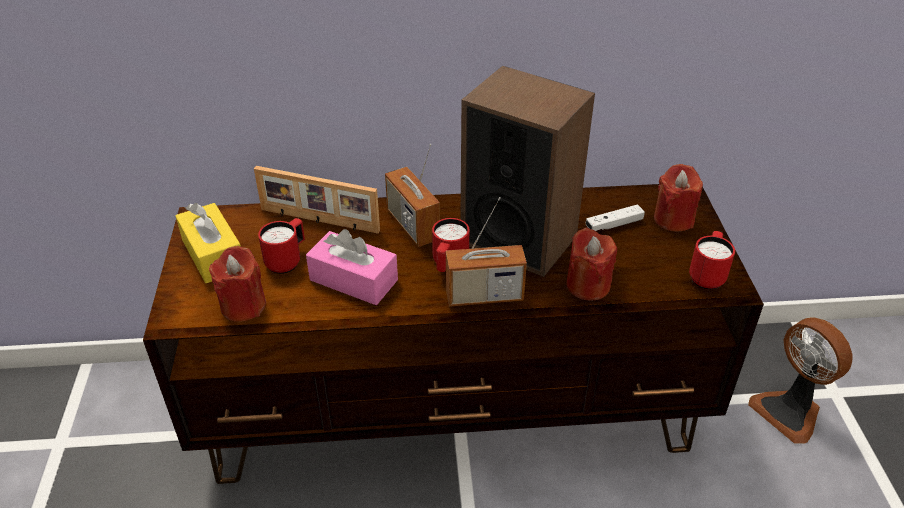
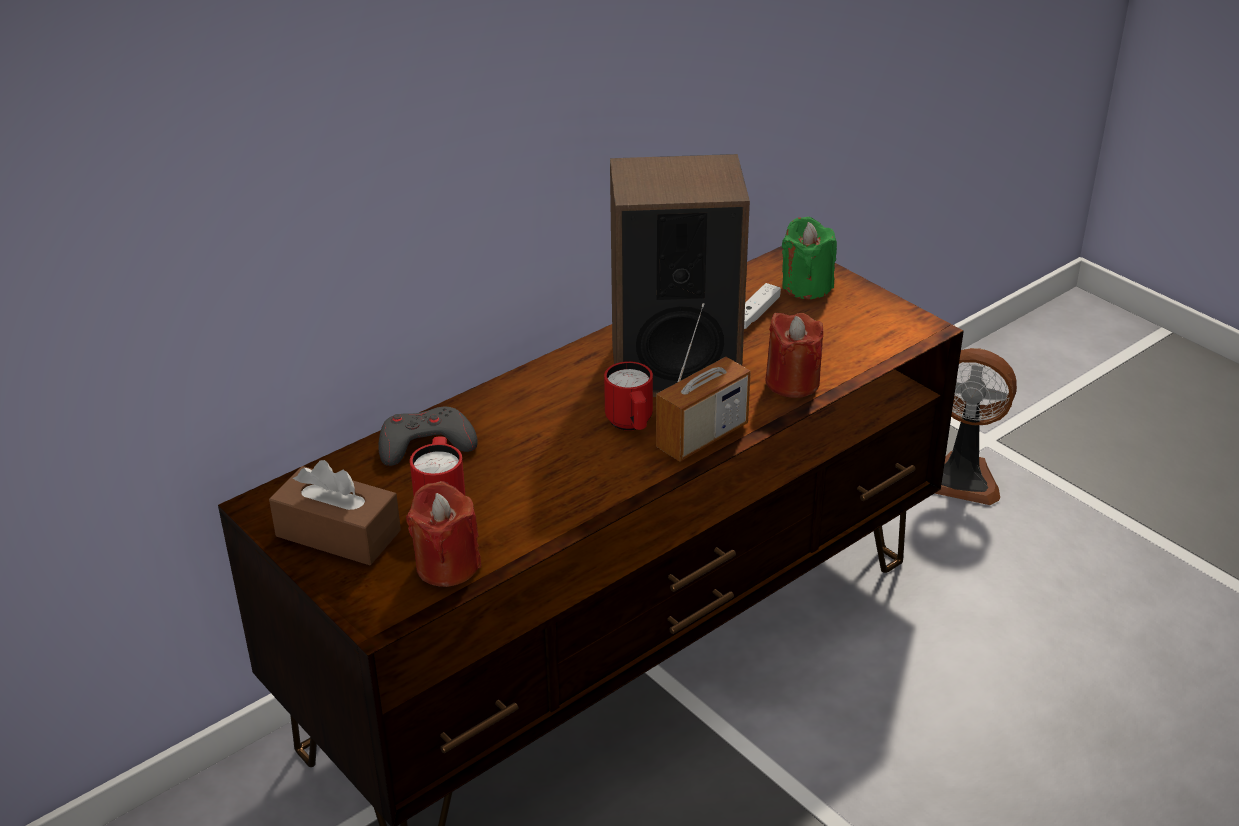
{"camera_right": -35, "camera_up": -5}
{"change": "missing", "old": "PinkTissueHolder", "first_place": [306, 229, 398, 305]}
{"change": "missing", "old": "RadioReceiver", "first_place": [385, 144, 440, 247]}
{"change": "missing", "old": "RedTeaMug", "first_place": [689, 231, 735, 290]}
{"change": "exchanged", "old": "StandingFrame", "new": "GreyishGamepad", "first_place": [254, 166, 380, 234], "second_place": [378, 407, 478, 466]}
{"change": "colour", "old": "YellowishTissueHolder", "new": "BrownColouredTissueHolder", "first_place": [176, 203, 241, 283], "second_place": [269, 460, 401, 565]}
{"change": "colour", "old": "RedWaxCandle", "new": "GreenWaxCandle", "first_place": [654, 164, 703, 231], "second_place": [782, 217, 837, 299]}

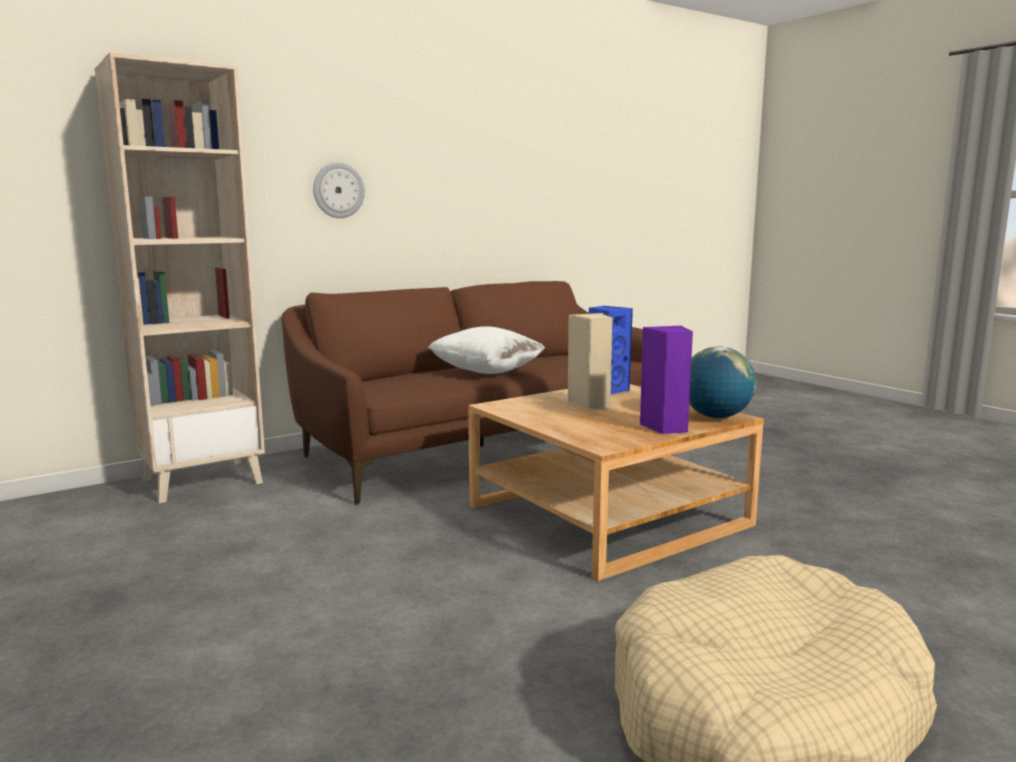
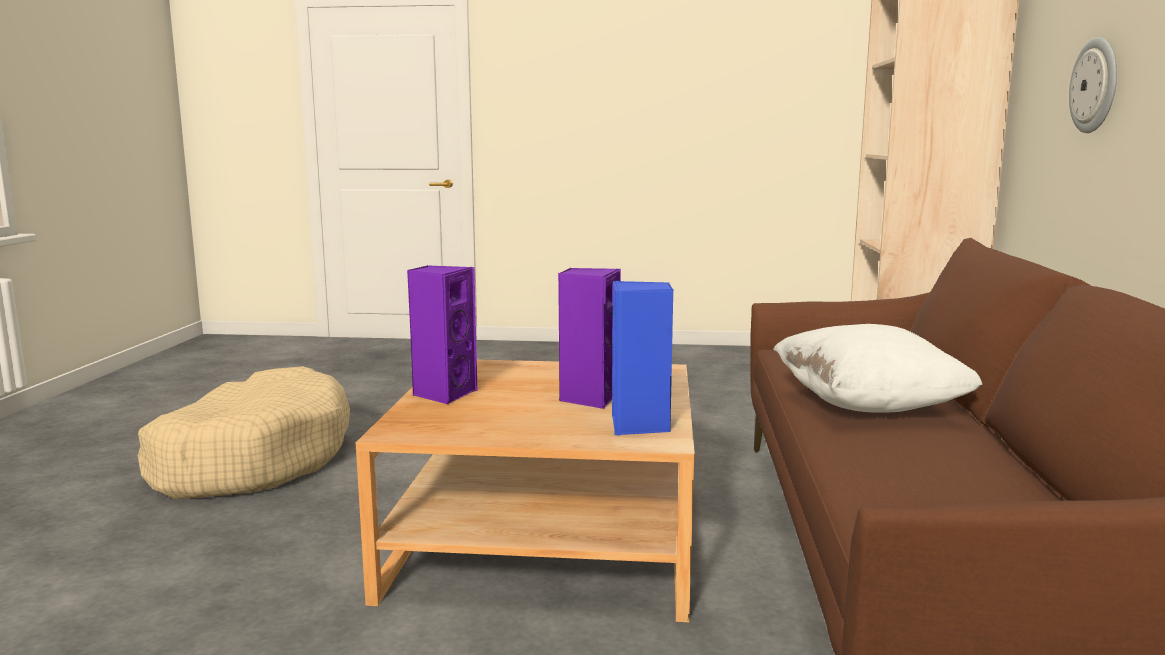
{"camera_right": 130, "camera_up": 0}
{"change": "missing", "old": "Globe", "first_place": [689, 346, 756, 419]}
{"change": "colour", "old": "BeigeColouredSpeaker", "new": "PurpleSpeaker", "first_place": [568, 313, 613, 410], "second_place": [558, 268, 621, 409]}

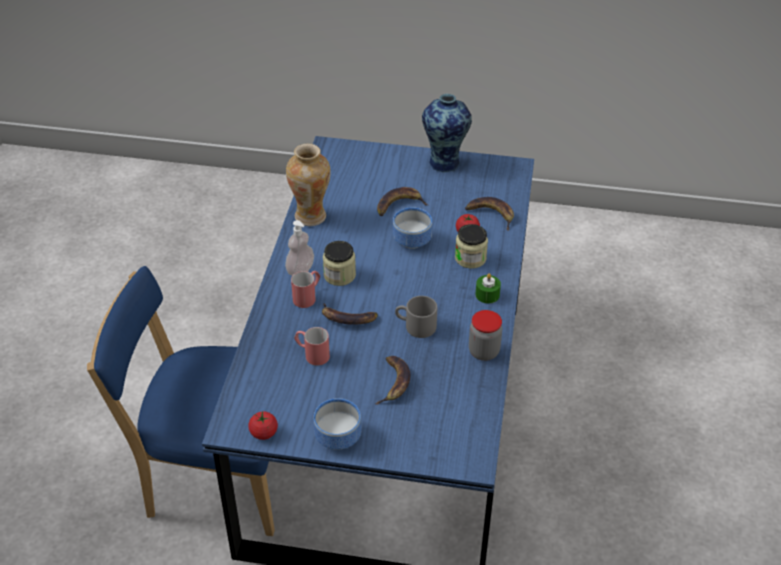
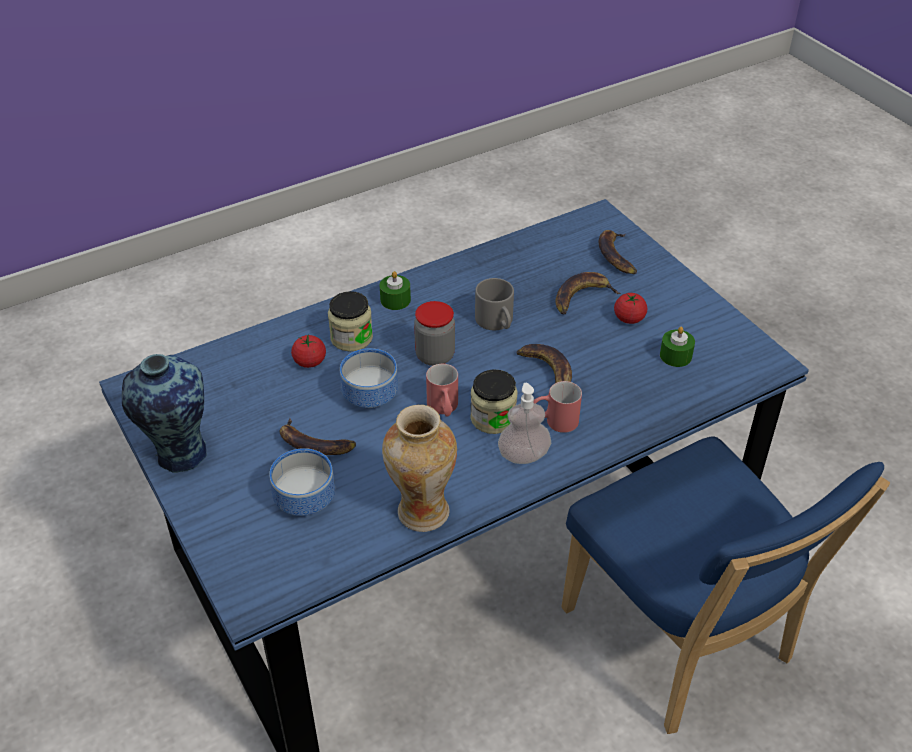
{"camera_right": -130, "camera_up": 0}
{"change": "appeared", "new": "GreenWaxCandle", "second_place": [660, 327, 695, 367]}
{"change": "relocated", "old": "Tomato", "first_place": [248, 411, 278, 440], "second_place": [614, 293, 647, 324]}
{"change": "relocated", "old": "RedTeaMug", "first_place": [294, 327, 330, 366], "second_place": [426, 364, 458, 417]}
{"change": "relocated", "old": "DeepDish", "first_place": [314, 398, 362, 450], "second_place": [269, 448, 335, 516]}
{"change": "relocated", "old": "BananaFruit", "first_place": [465, 197, 514, 231], "second_place": [599, 230, 637, 274]}
{"change": "relocated", "old": "StorageJar", "first_place": [469, 310, 502, 361], "second_place": [414, 301, 455, 366]}

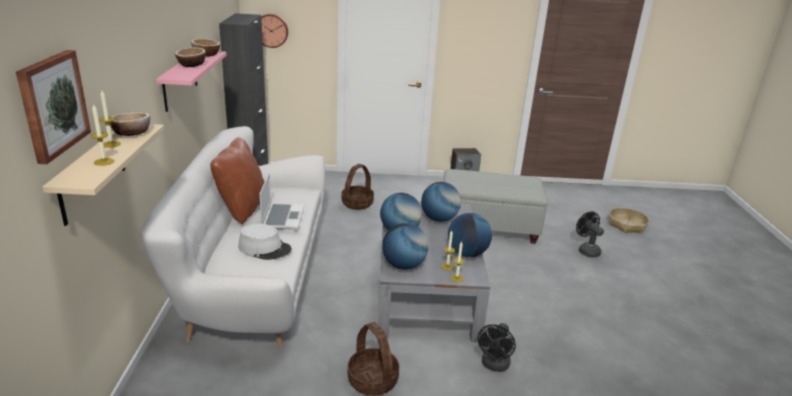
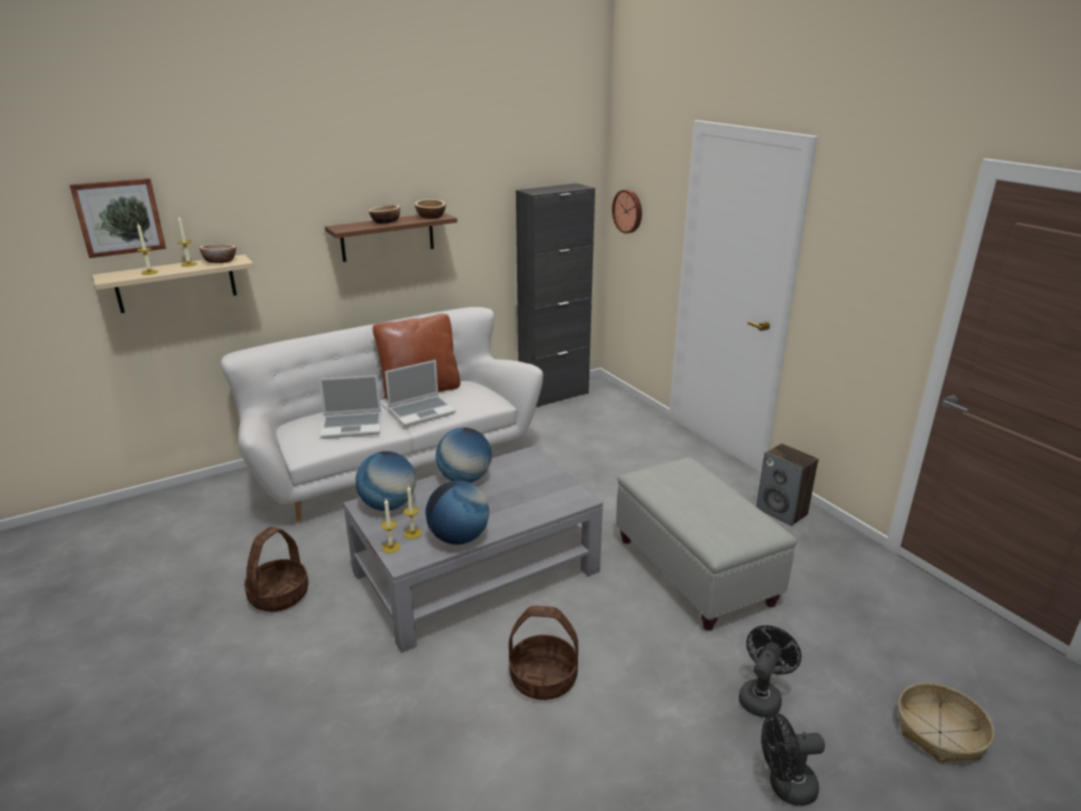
{"camera_right": 60, "camera_up": 0}
{"change": "missing", "old": "Globe", "first_place": [421, 182, 461, 222]}
{"change": "relocated", "old": "Basket", "first_place": [342, 164, 374, 210], "second_place": [509, 606, 578, 700]}
{"change": "relocated", "old": "BlackFan", "first_place": [477, 323, 516, 372], "second_place": [761, 712, 825, 806]}
{"change": "exchanged", "old": "GreyishHat", "new": "NotebookComputer", "first_place": [238, 223, 291, 260], "second_place": [319, 375, 381, 439]}
{"change": "colour", "old": "PinkWallShelf", "new": "BrownColouredWallShelf", "first_place": [156, 51, 227, 112], "second_place": [325, 213, 457, 262]}

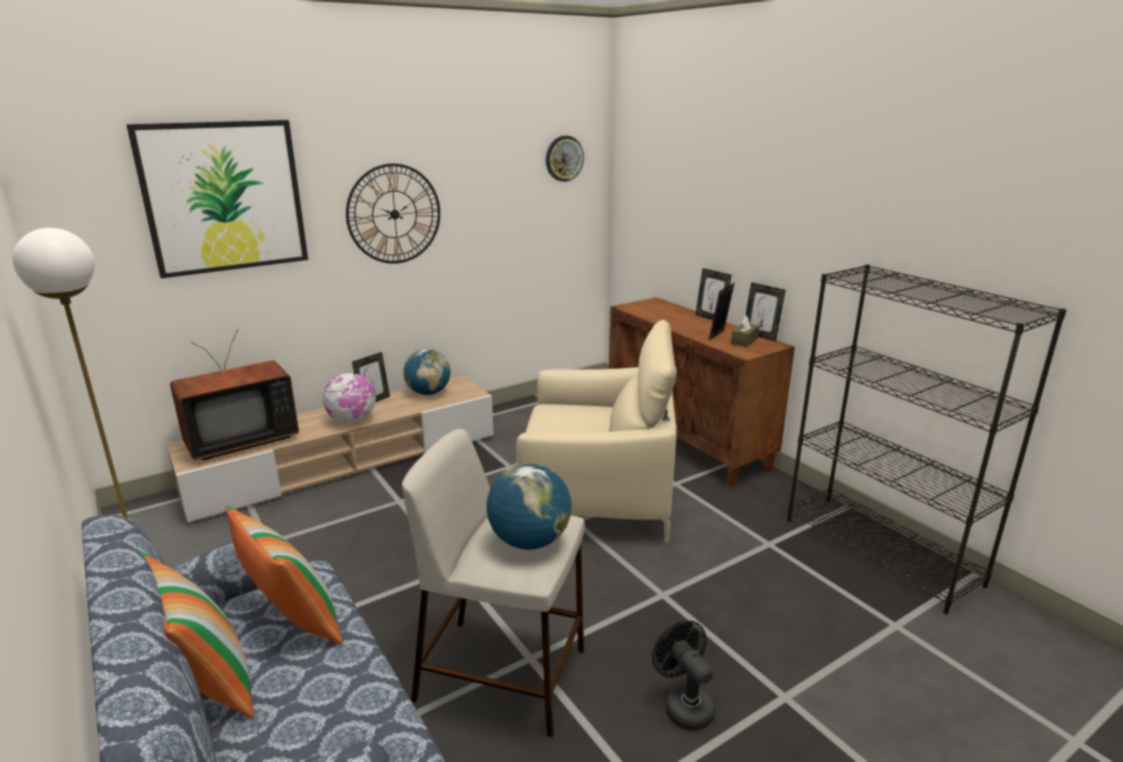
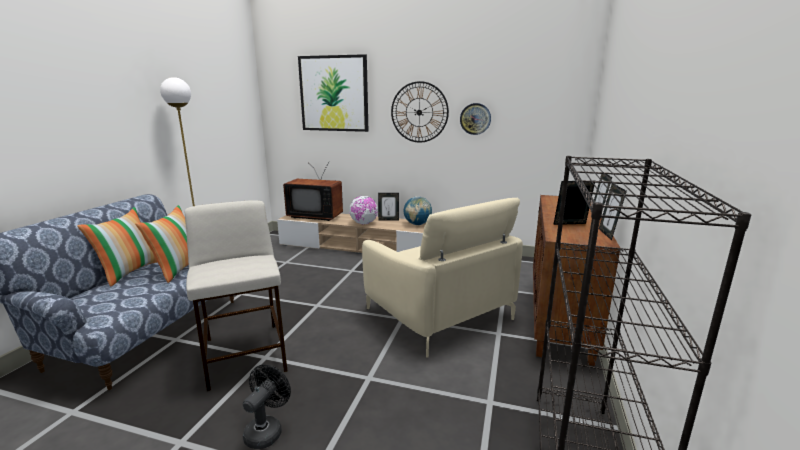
{"camera_right": 50, "camera_up": -5}
{"change": "missing", "old": "Globe", "first_place": [486, 463, 572, 550]}
{"change": "missing", "old": "BrownColouredTissueHolder", "first_place": [731, 315, 759, 347]}
{"change": "relocated", "old": "HangingClock", "first_place": [546, 136, 584, 182], "second_place": [460, 103, 491, 135]}

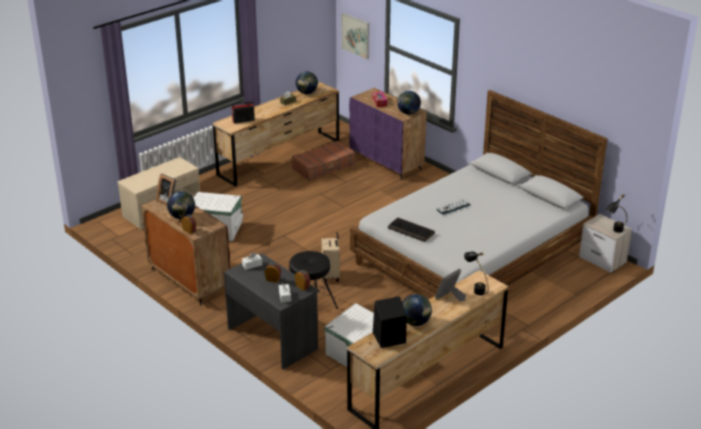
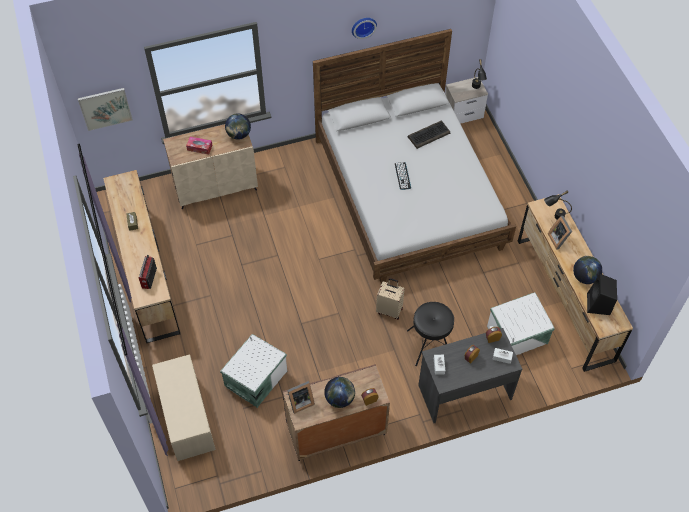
{"camera_right": -65, "camera_up": 25}
{"change": "missing", "old": "BrownColouredTravelCase", "first_place": [292, 141, 355, 181]}
{"change": "missing", "old": "Globe", "first_place": [296, 71, 318, 94]}
{"change": "appeared", "new": "HangingClock", "second_place": [352, 18, 377, 39]}
{"change": "relocated", "old": "ComputerKeyboard", "first_place": [388, 218, 435, 242], "second_place": [408, 121, 450, 149]}
{"change": "colour", "old": "PurpleCabinet", "new": "BeigeColouredCabinet", "first_place": [349, 88, 427, 180], "second_place": [163, 124, 258, 209]}

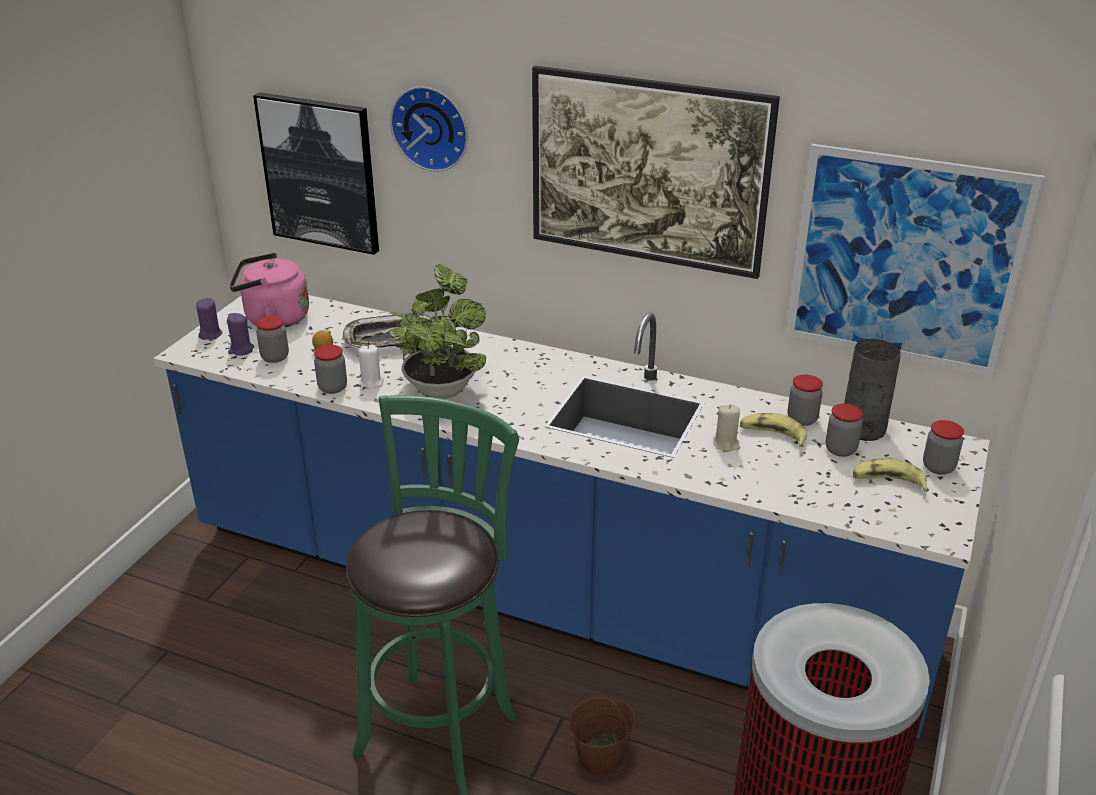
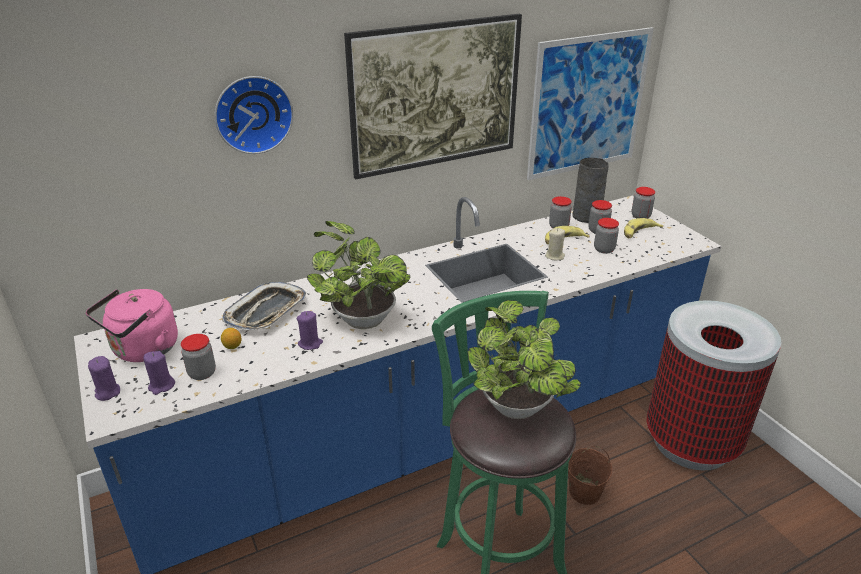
{"camera_right": -50, "camera_up": 0}
{"change": "missing", "old": "WallArt", "first_place": [253, 92, 379, 255]}
{"change": "appeared", "new": "PlantInAPot", "second_place": [468, 300, 581, 419]}
{"change": "relocated", "old": "StorageJar", "first_place": [314, 345, 347, 394], "second_place": [594, 218, 619, 254]}
{"change": "colour", "old": "WhitishWaxCandle", "new": "PurpleWaxCandle", "first_place": [358, 345, 384, 389], "second_place": [297, 311, 323, 350]}

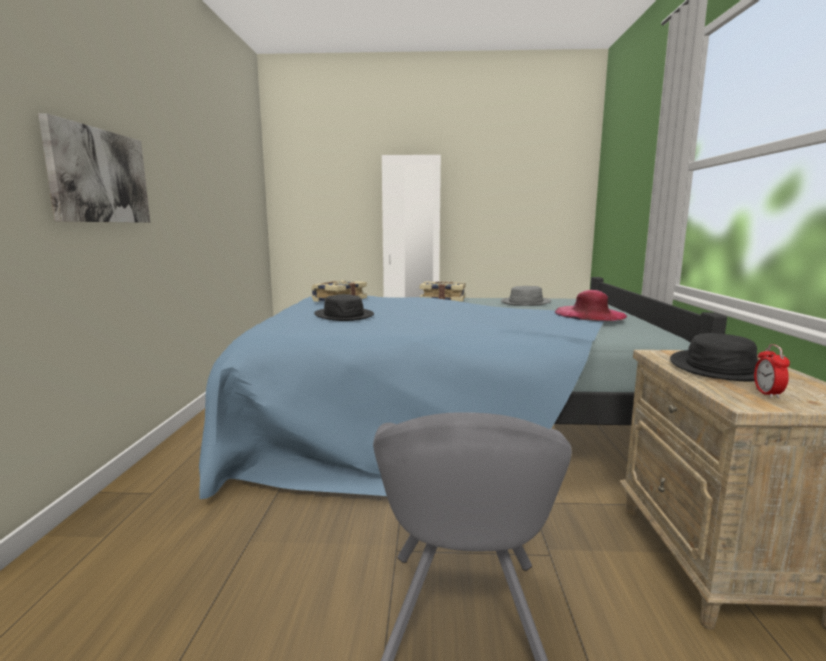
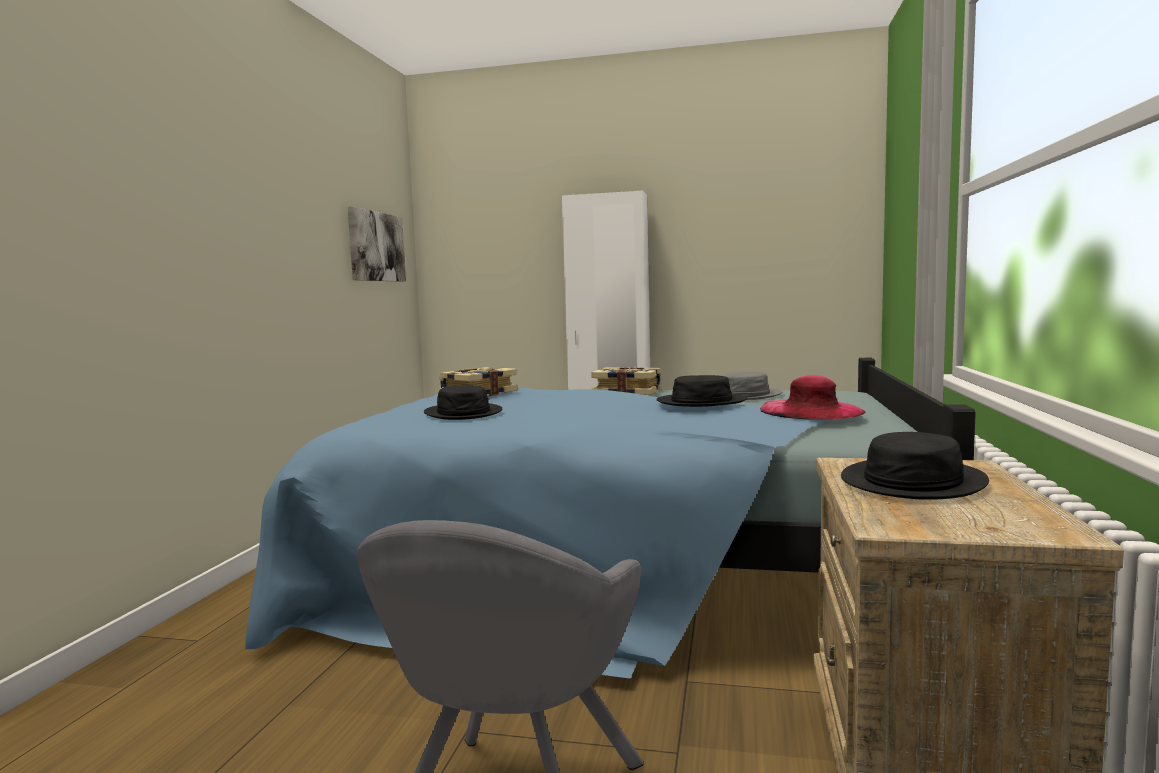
{"camera_right": 10, "camera_up": -5}
{"change": "missing", "old": "BedsideClock", "first_place": [754, 344, 790, 398]}
{"change": "appeared", "new": "BlackHat", "second_place": [657, 375, 747, 407]}
{"change": "relocated", "old": "WallArt", "first_place": [38, 113, 150, 223], "second_place": [348, 207, 406, 282]}

